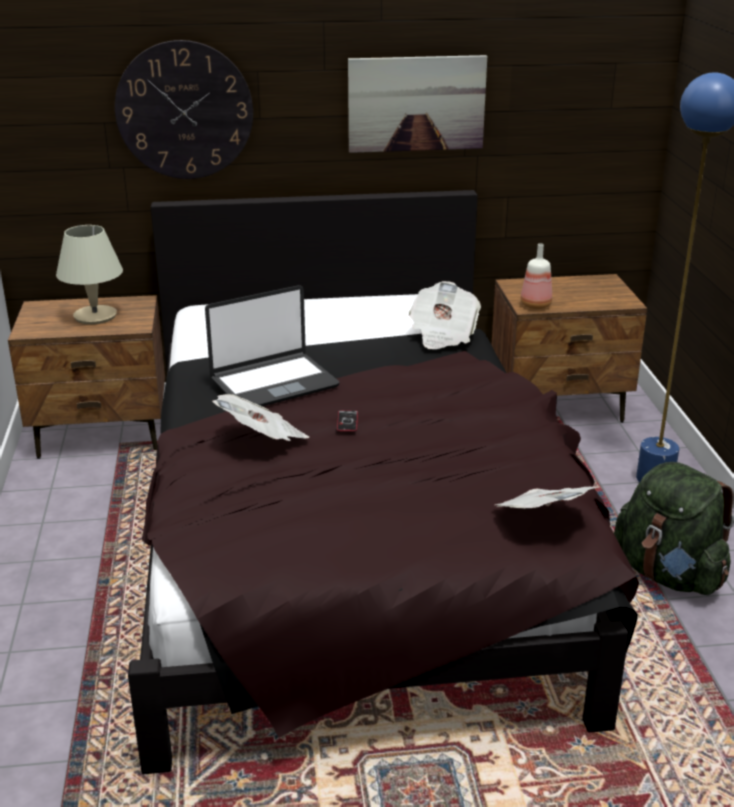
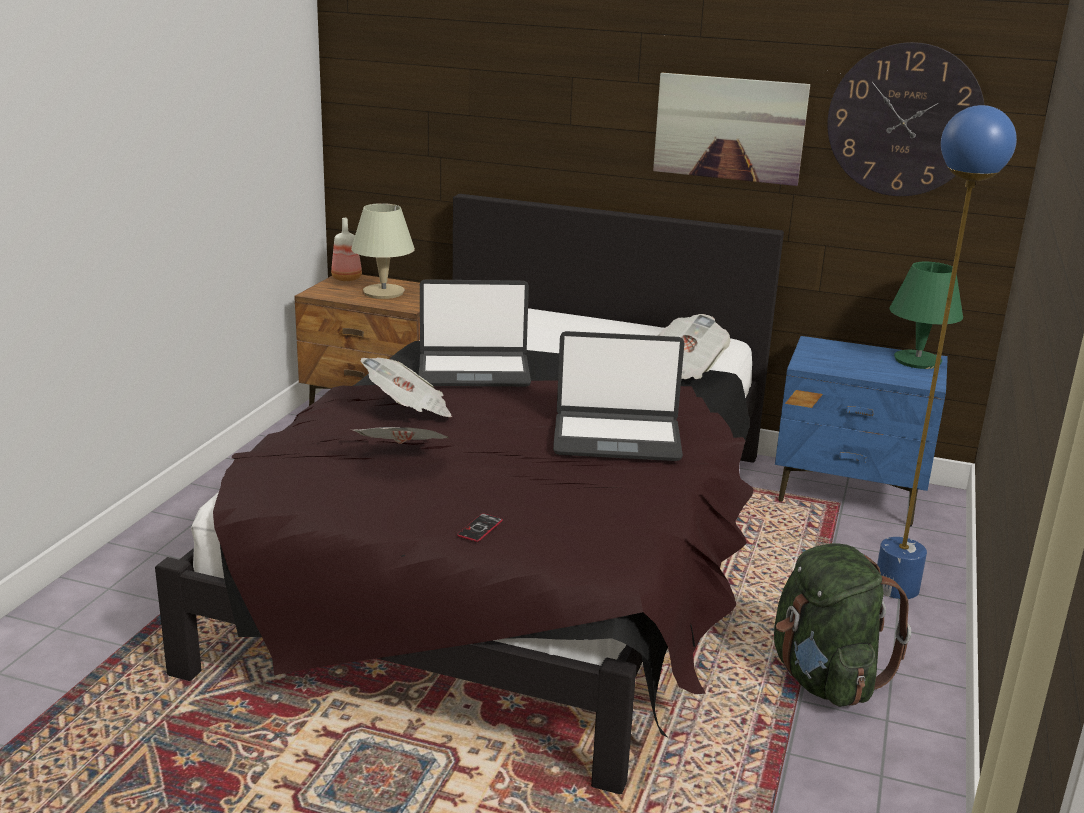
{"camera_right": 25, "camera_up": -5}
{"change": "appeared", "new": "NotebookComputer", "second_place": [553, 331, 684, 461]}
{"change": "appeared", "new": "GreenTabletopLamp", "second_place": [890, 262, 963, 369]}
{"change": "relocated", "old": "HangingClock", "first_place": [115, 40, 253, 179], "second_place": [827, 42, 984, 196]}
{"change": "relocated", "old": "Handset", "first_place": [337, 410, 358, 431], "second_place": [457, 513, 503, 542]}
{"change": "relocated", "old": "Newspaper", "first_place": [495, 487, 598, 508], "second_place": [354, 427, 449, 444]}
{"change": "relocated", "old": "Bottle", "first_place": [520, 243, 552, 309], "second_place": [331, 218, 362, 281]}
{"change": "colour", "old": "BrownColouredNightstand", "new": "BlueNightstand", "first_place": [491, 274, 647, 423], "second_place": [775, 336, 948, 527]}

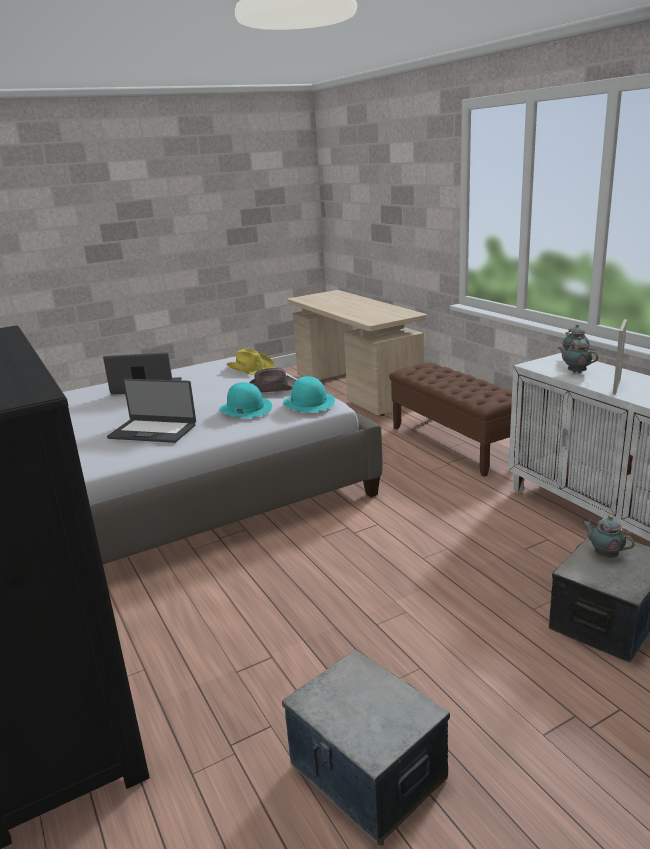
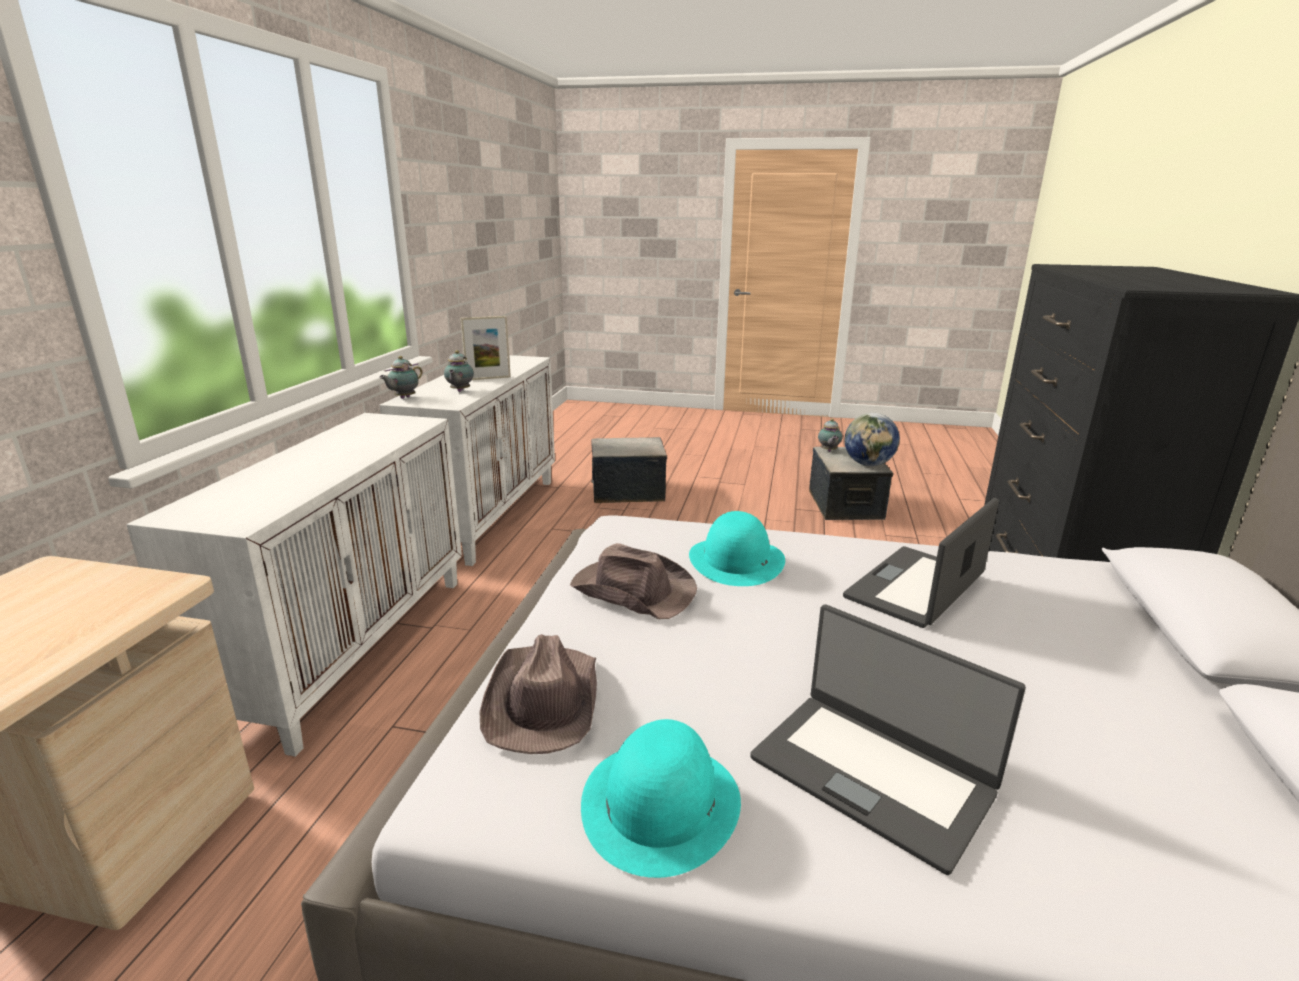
{"camera_right": -140, "camera_up": 0}
{"change": "appeared", "new": "Globe", "second_place": [845, 413, 900, 466]}
{"change": "relocated", "old": "TurquoiseHat", "first_place": [283, 376, 335, 412], "second_place": [581, 719, 741, 878]}
{"change": "relocated", "old": "PotForTea", "first_place": [582, 515, 635, 558], "second_place": [818, 419, 842, 452]}
{"change": "exchanged", "old": "BrownColouredLongSeat", "new": "WhitishCabinet", "first_place": [389, 363, 512, 477], "second_place": [126, 413, 462, 757]}
{"change": "colour", "old": "YellowishHat", "new": "BrownColouredHat", "first_place": [226, 348, 275, 375], "second_place": [480, 634, 597, 754]}
{"change": "spun", "old": "NotebookComputer", "first_place": [107, 379, 196, 443], "second_place": [843, 498, 999, 628], "degrees": -105}

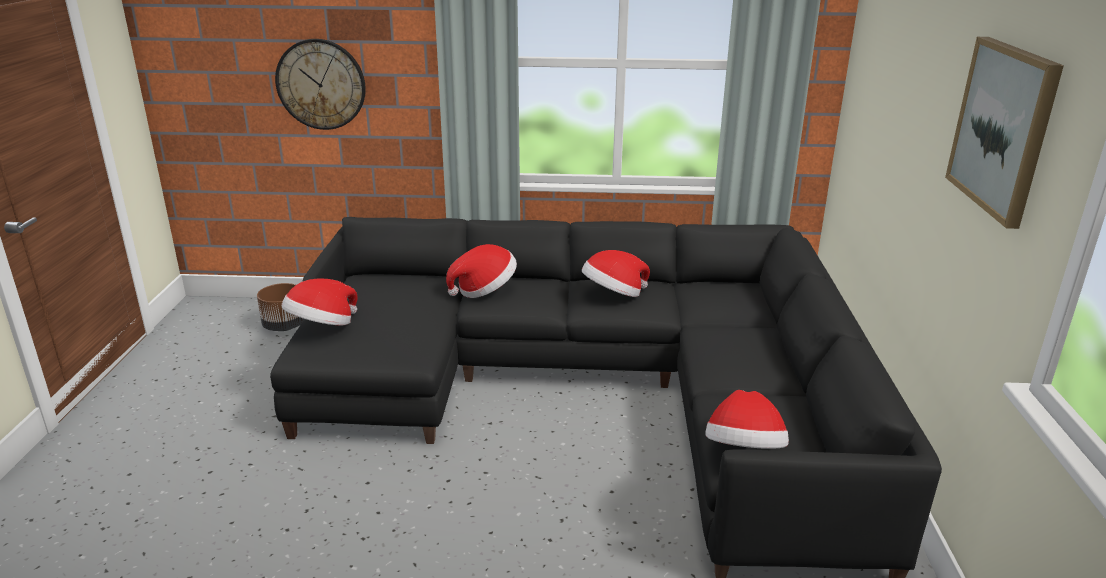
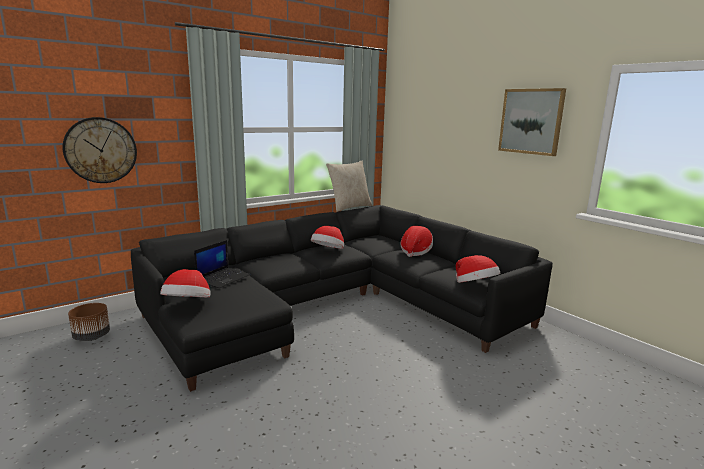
{"camera_right": -40, "camera_up": -10}
{"change": "appeared", "new": "NotebookComputer", "second_place": [194, 240, 251, 288]}
{"change": "appeared", "new": "BeigeColouredThrowPillow", "second_place": [326, 160, 372, 212]}
{"change": "relocated", "old": "Hat", "first_place": [446, 244, 517, 298], "second_place": [401, 226, 433, 257]}

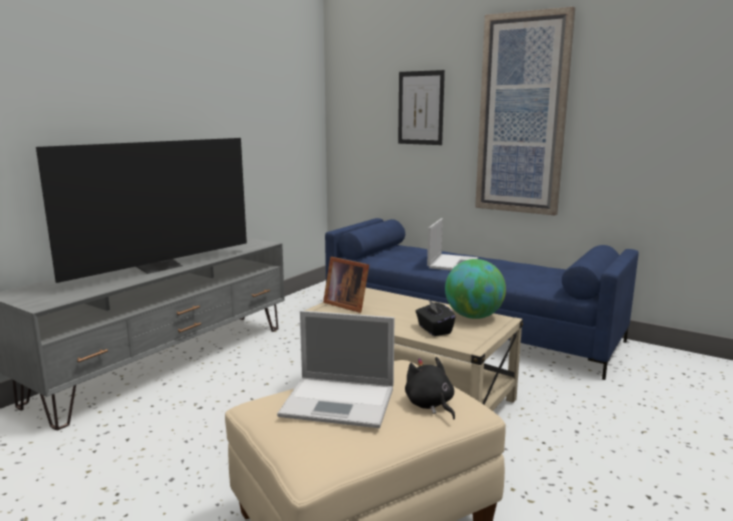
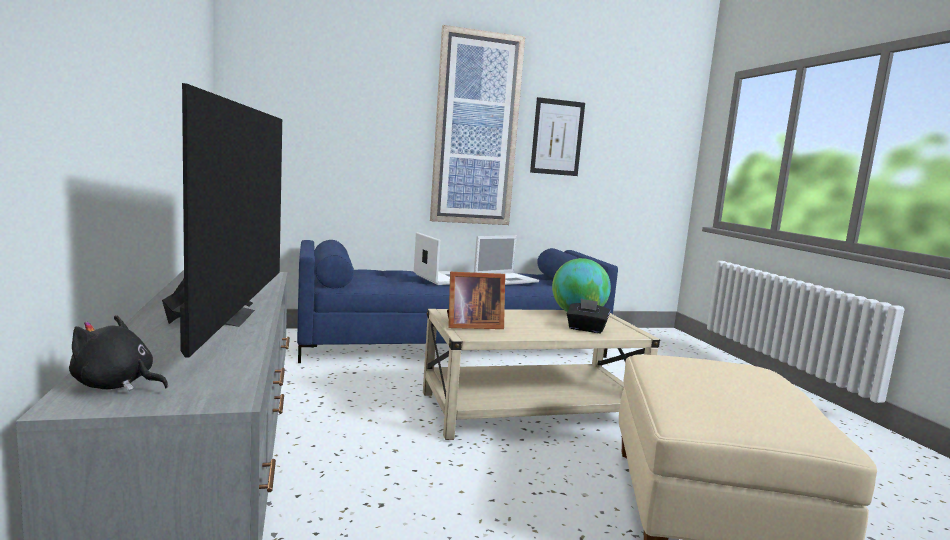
{"camera_right": -50, "camera_up": -5}
{"change": "relocated", "old": "NotebookComputer", "first_place": [277, 311, 394, 428], "second_place": [474, 236, 539, 285]}
{"change": "relocated", "old": "WallArt", "first_place": [398, 70, 445, 145], "second_place": [530, 97, 585, 176]}
{"change": "relocated", "old": "BlackSoftToy", "first_place": [405, 357, 455, 419], "second_place": [69, 315, 168, 391]}

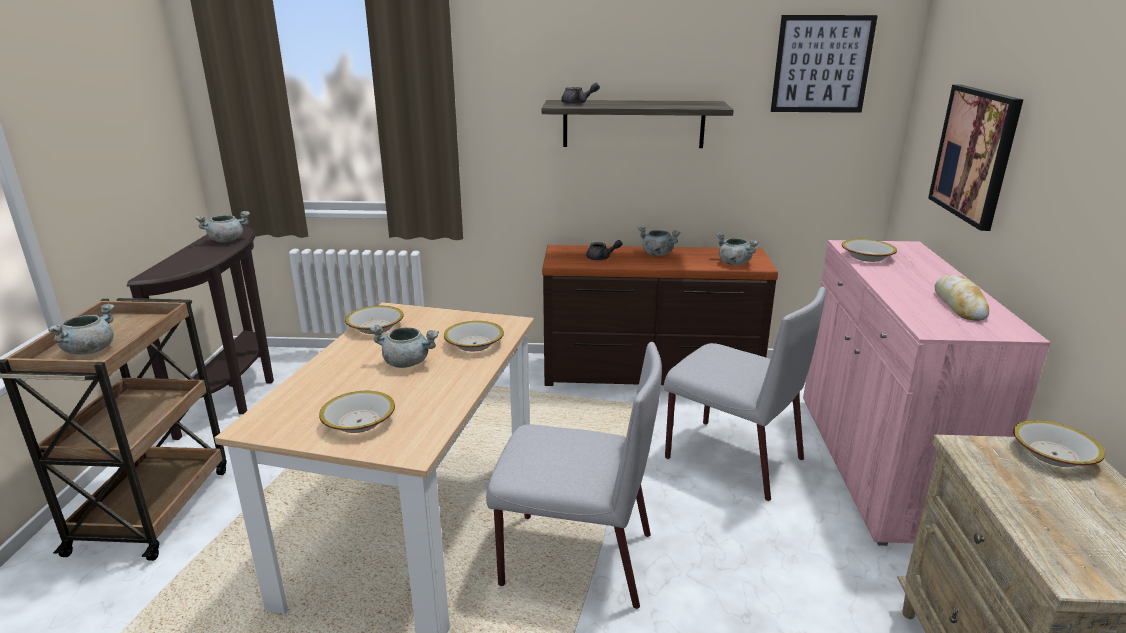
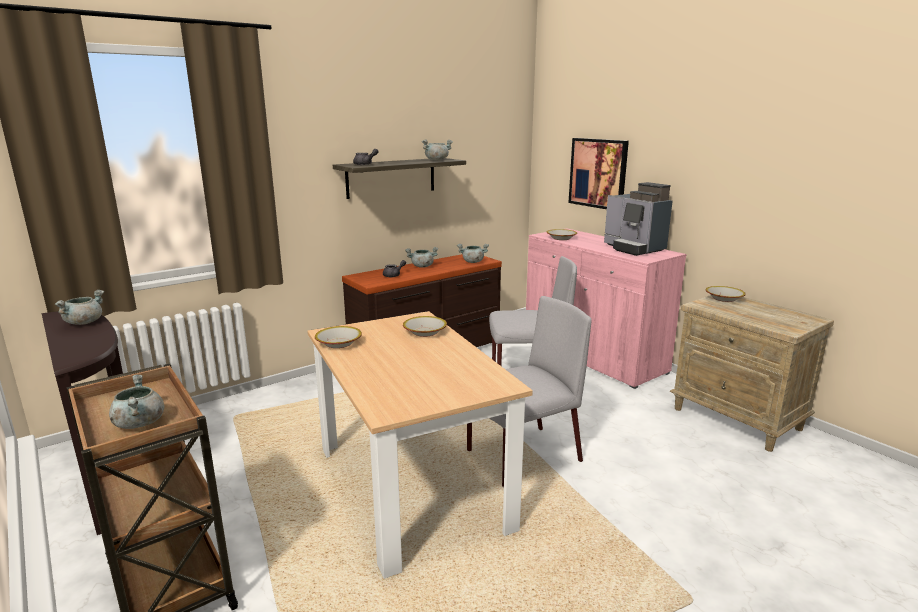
{"camera_right": -40, "camera_up": -5}
{"change": "missing", "old": "DeepDish", "first_place": [319, 391, 395, 433]}
{"change": "missing", "old": "WallArt", "first_place": [771, 15, 878, 113]}
{"change": "relocated", "old": "GreyishStockpot", "first_place": [370, 325, 439, 368], "second_place": [422, 139, 453, 160]}
{"change": "exchanged", "old": "BakedBread", "new": "CoffeeMaker", "first_place": [935, 275, 989, 321], "second_place": [604, 182, 673, 256]}

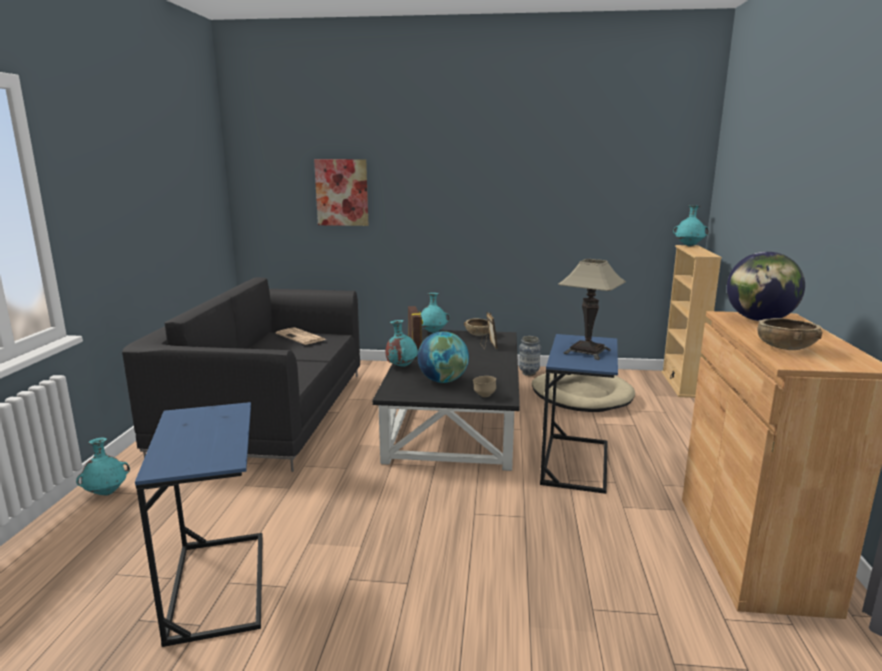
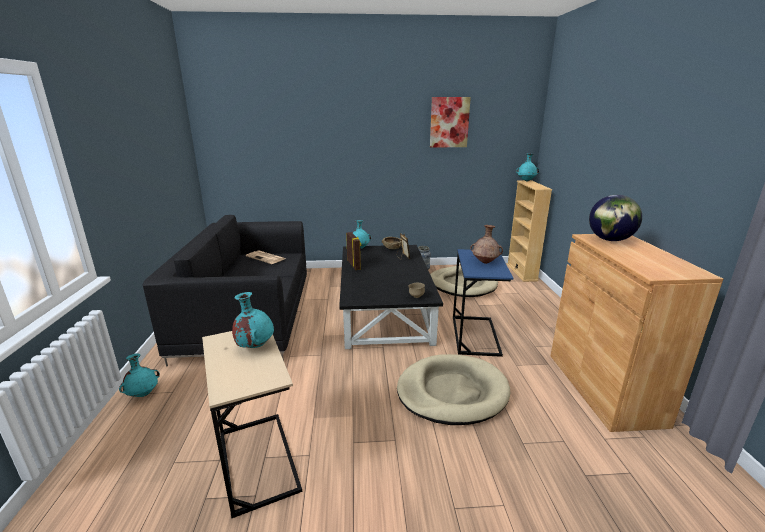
{"camera_right": -10, "camera_up": 5}
{"change": "missing", "old": "Globe", "first_place": [418, 331, 469, 383]}
{"change": "missing", "old": "BrownColouredDeepDish", "first_place": [758, 318, 822, 350]}
{"change": "appeared", "new": "BeigeColouredDogCushion", "second_place": [397, 354, 510, 425]}
{"change": "relocated", "old": "WallArt", "first_place": [314, 159, 368, 226], "second_place": [430, 97, 471, 147]}
{"change": "relocated", "old": "TurquoiseVase", "first_place": [386, 320, 418, 367], "second_place": [232, 292, 274, 348]}
{"change": "exchanged", "old": "TabletopLamp", "new": "BrownColouredVase", "first_place": [558, 259, 626, 360], "second_place": [470, 225, 503, 264]}
{"change": "colour", "old": "BlueSideTable", "new": "BeigeColouredSideTable", "first_place": [135, 402, 263, 647], "second_place": [202, 331, 302, 518]}

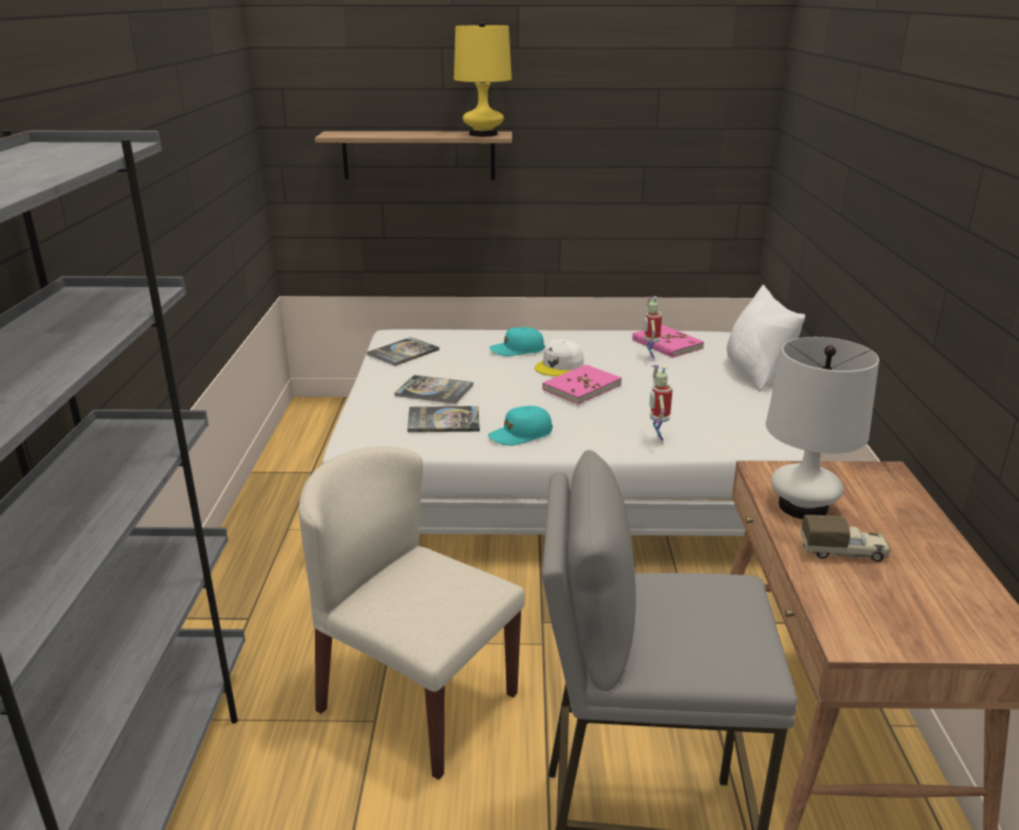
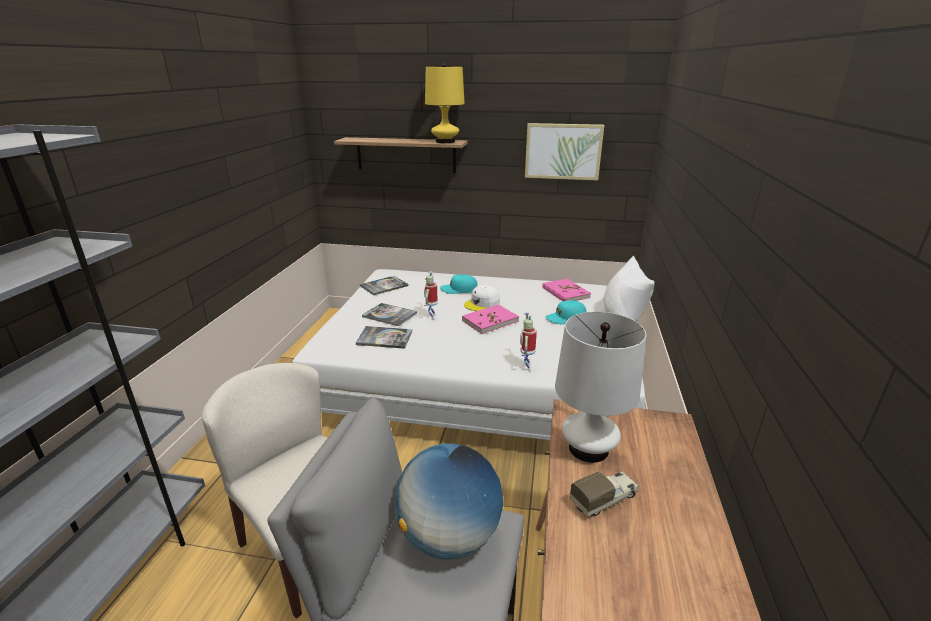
{"camera_right": 10, "camera_up": 0}
{"change": "appeared", "new": "Globe", "second_place": [394, 443, 503, 559]}
{"change": "appeared", "new": "WallArt", "second_place": [525, 123, 604, 180]}
{"change": "relocated", "old": "TurquoiseCap", "first_place": [488, 406, 553, 446], "second_place": [545, 300, 586, 324]}
{"change": "relocated", "old": "RobotFigure", "first_place": [643, 296, 662, 361], "second_place": [424, 271, 438, 319]}
{"change": "spun", "old": "ModelTruck", "first_place": [801, 515, 891, 562], "second_place": [570, 471, 639, 517], "degrees": -45}

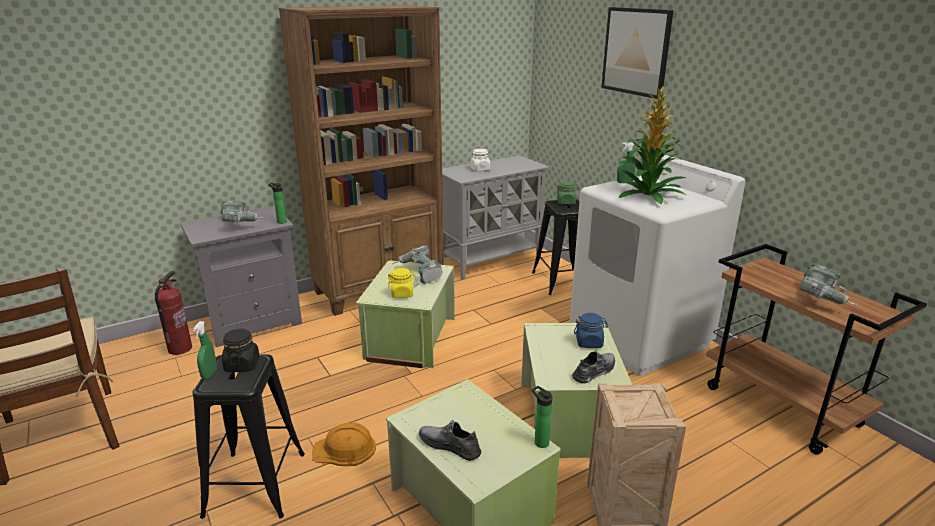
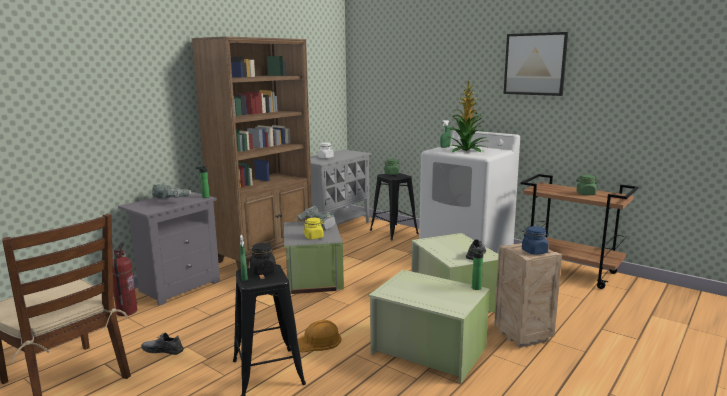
{"camera_right": -20, "camera_up": -10}
{"change": "relocated", "old": "GreyishItemOfFootwear", "first_place": [419, 420, 481, 461], "second_place": [141, 333, 184, 355]}
{"change": "relocated", "old": "BlueStorageJar", "first_place": [574, 313, 608, 348], "second_place": [522, 226, 549, 255]}
{"change": "relocated", "old": "WallArt", "first_place": [601, 7, 674, 99], "second_place": [504, 32, 568, 96]}
{"change": "exchanged", "old": "Drill", "new": "GreenStorageJar", "first_place": [799, 263, 858, 306], "second_place": [577, 175, 598, 195]}
{"change": "colour", "old": "GreenStorageBin", "new": "GreyishStorageBin", "first_place": [356, 261, 455, 368], "second_place": [284, 220, 344, 294]}

